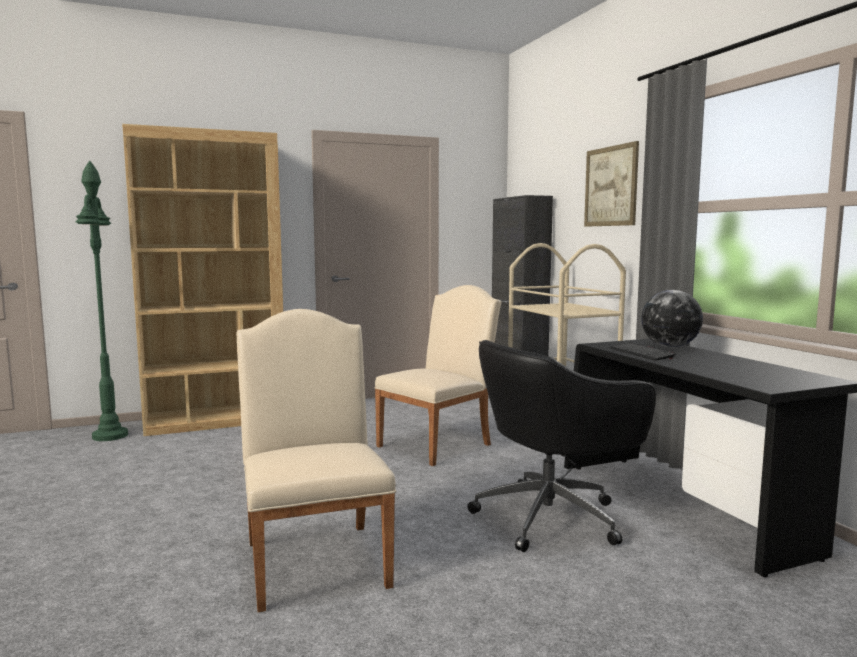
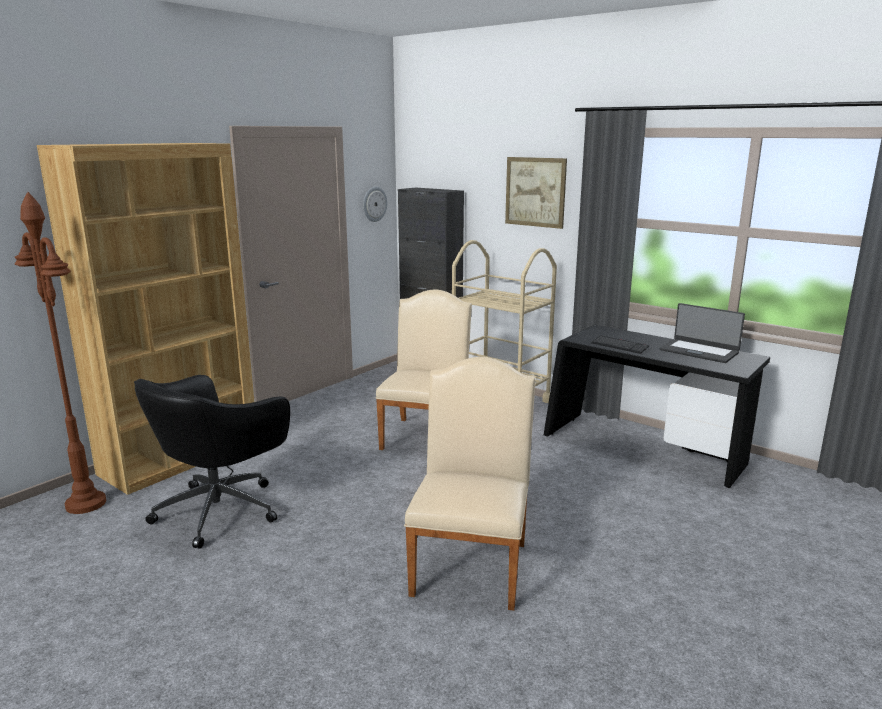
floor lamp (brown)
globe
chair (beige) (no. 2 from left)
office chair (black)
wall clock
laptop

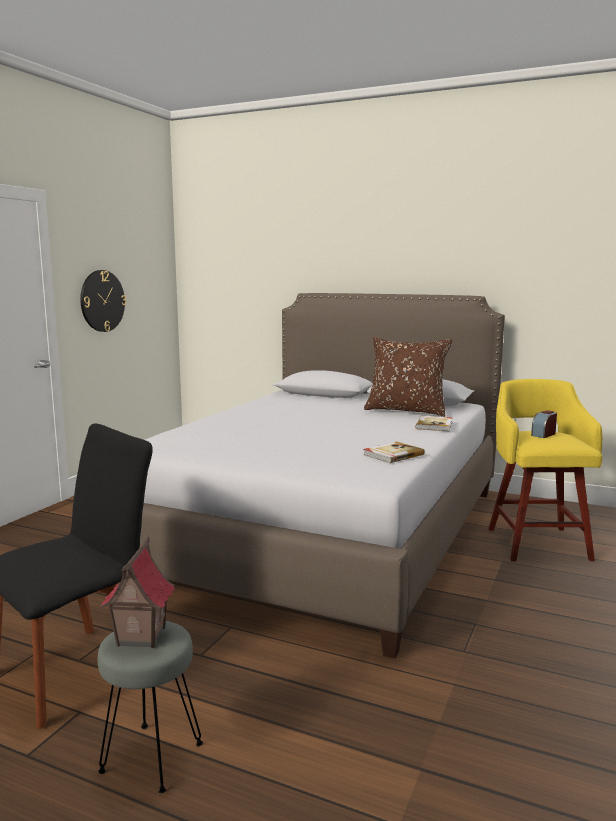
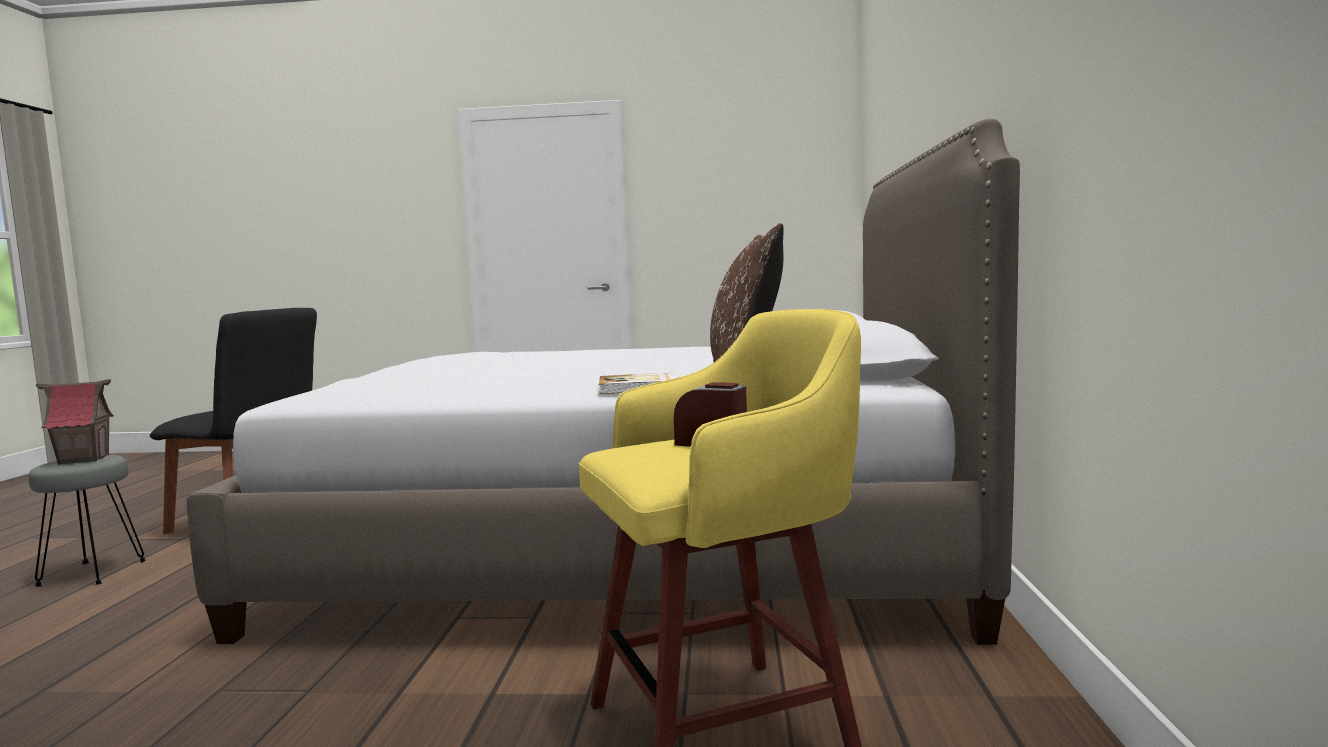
wall clock
book (no. 1 from left in the first image)

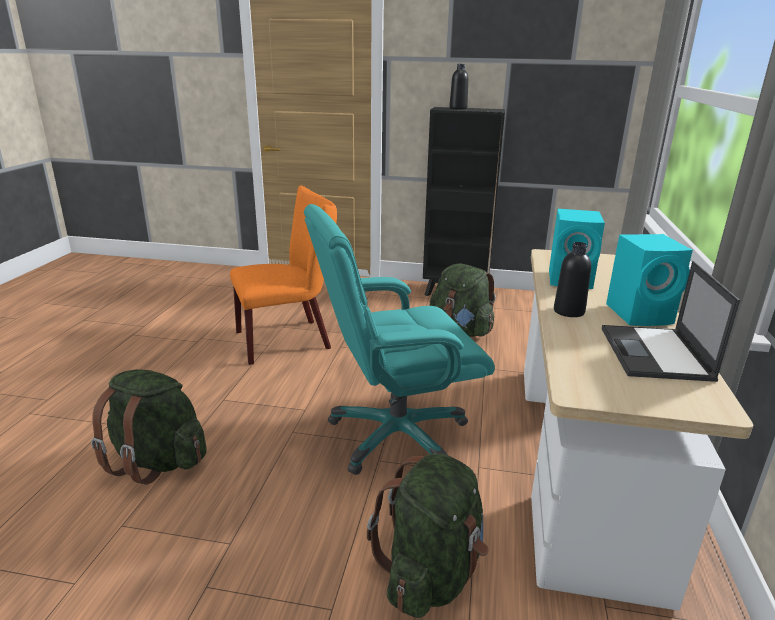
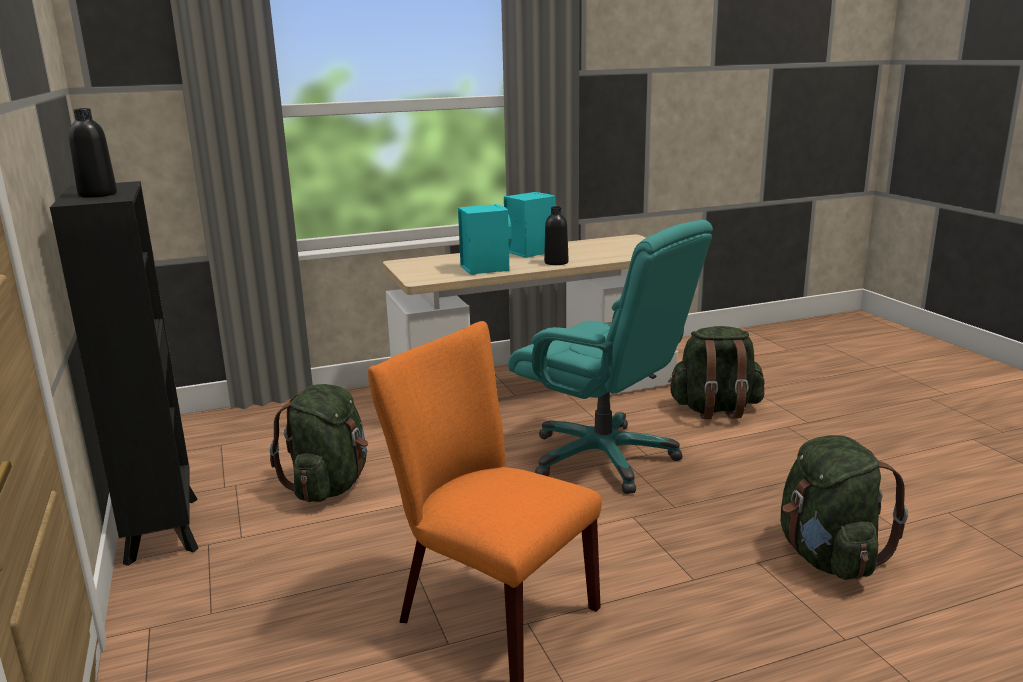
laptop

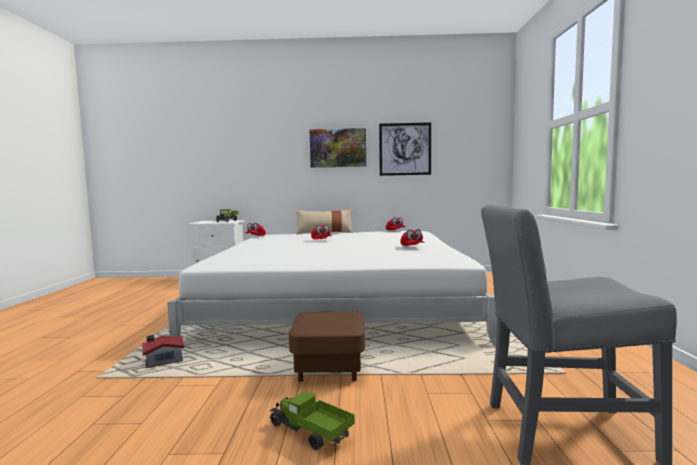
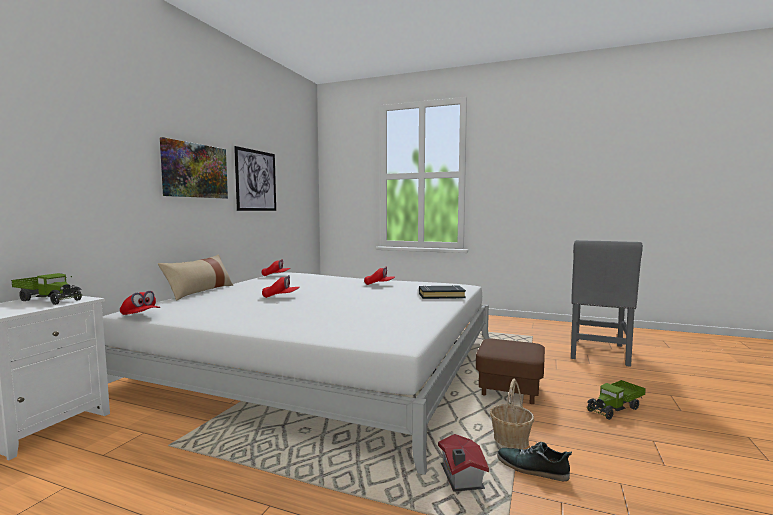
book (black)
basket
shoe

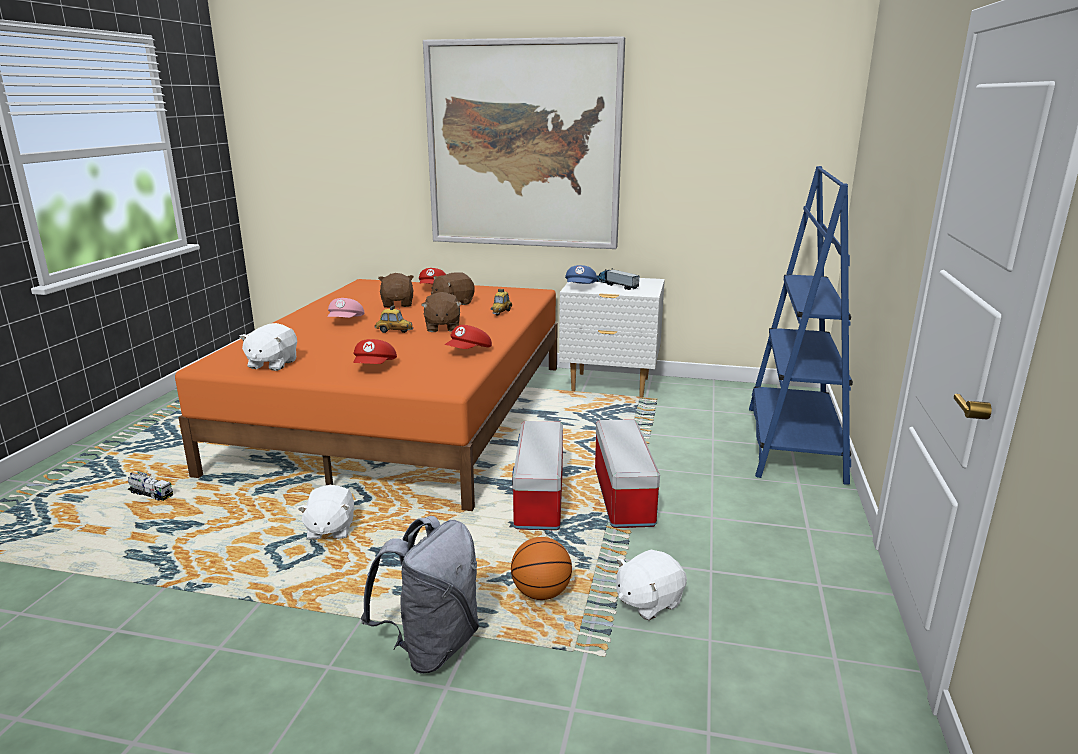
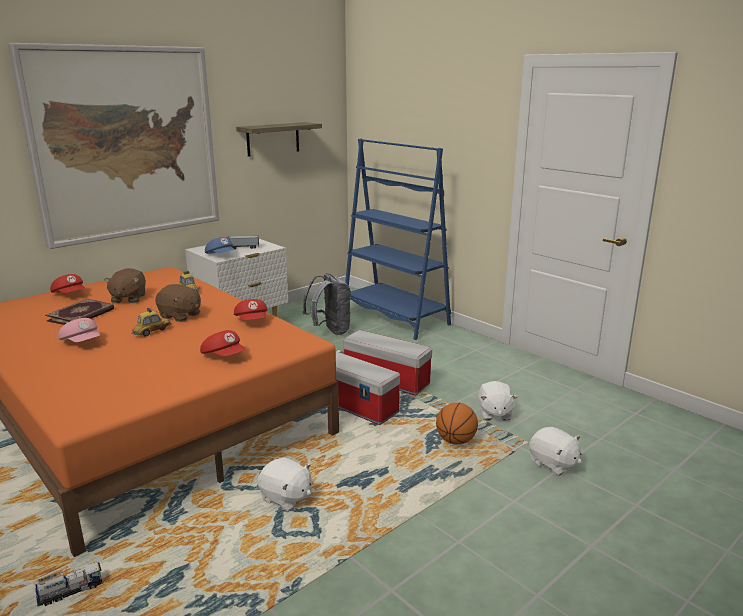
book
plush toy (white) (no. 3 from left)
backpack (grey)
shelf

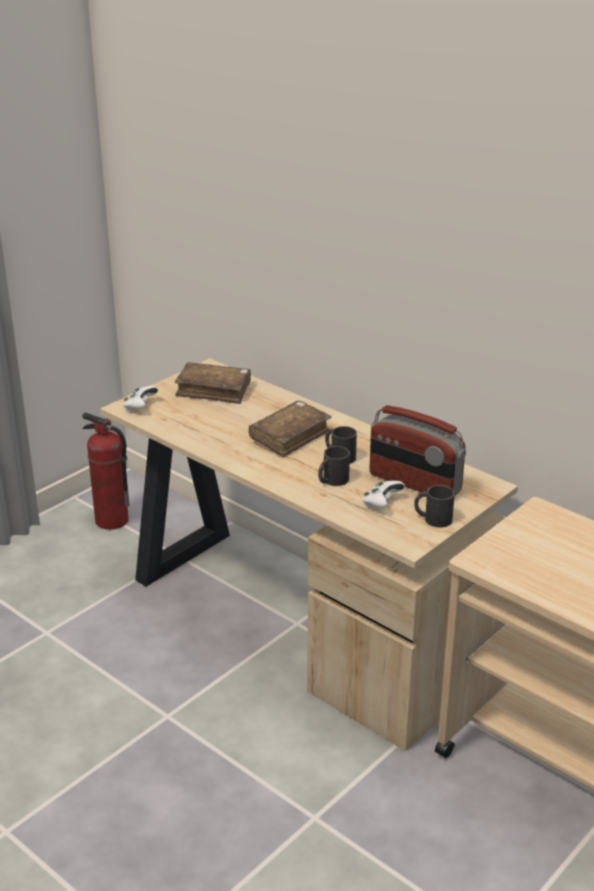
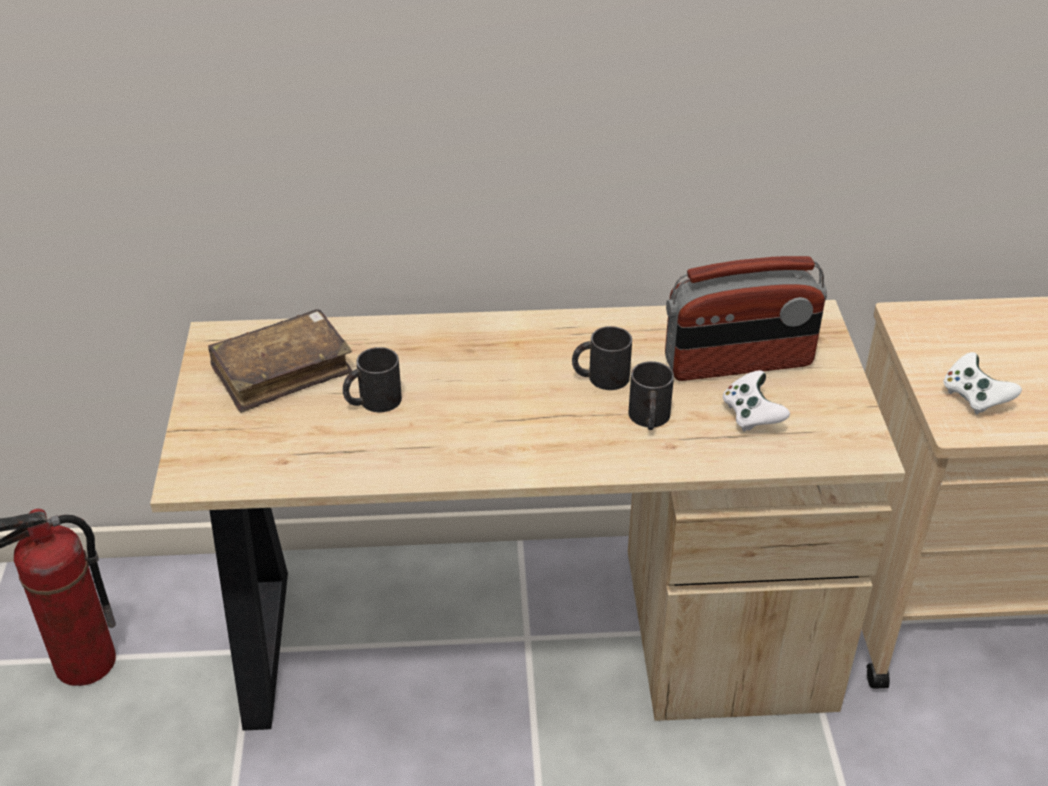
game controller (white) (no. 2 from left)
book (brown) (no. 2 from left in the first image)
mug (black) (no. 1 from left)

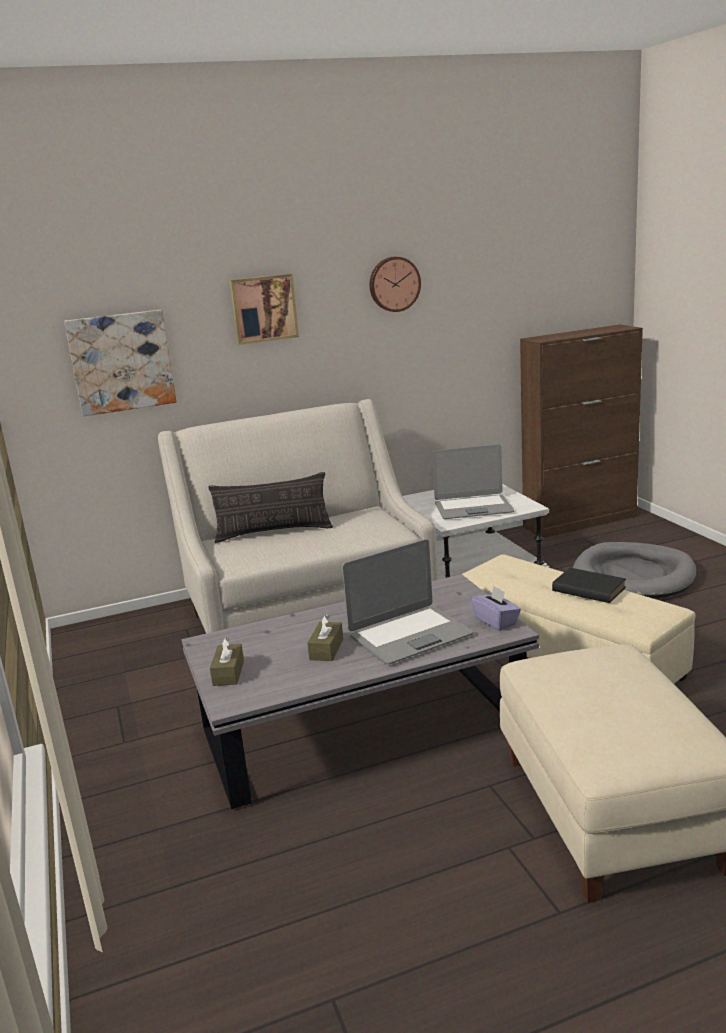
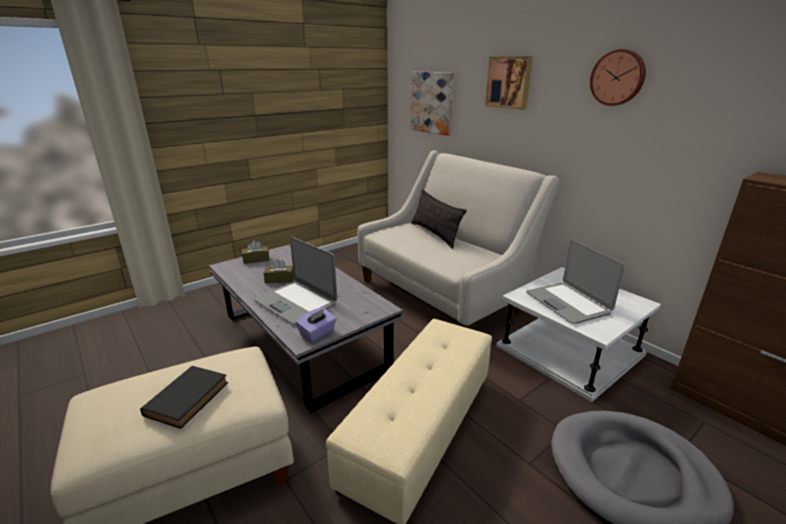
book (black)

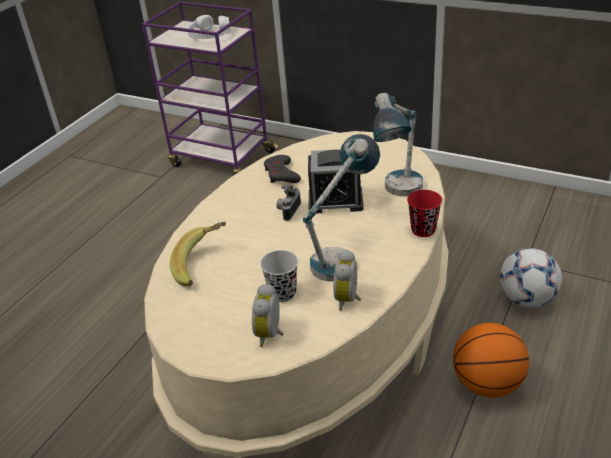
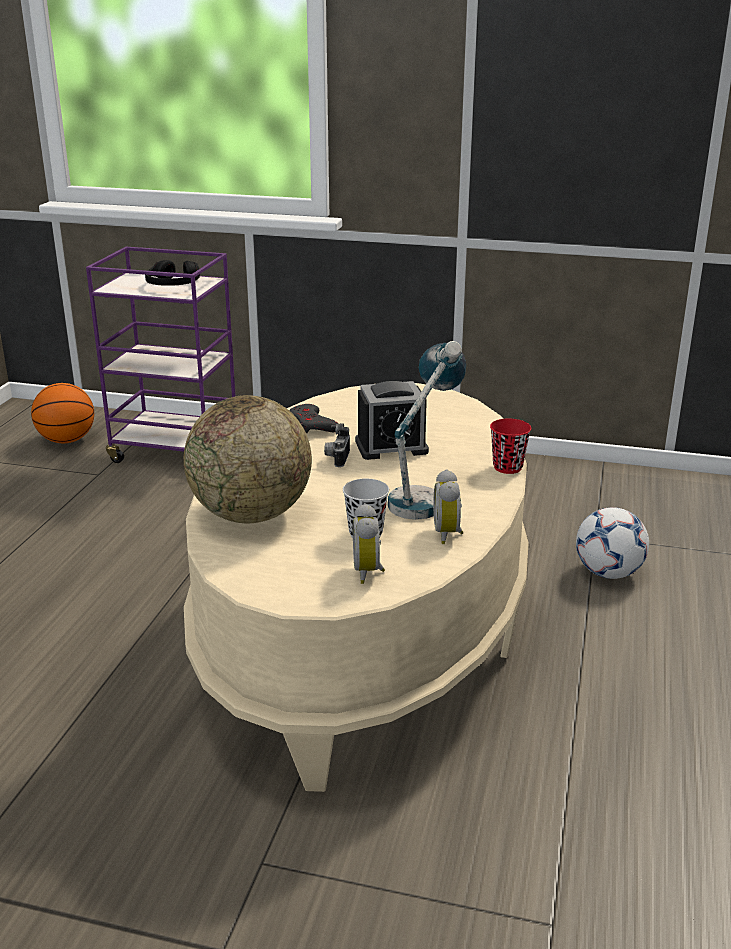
headphones (black)
table lamp (no. 2 from left in the first image)
globe
basketball

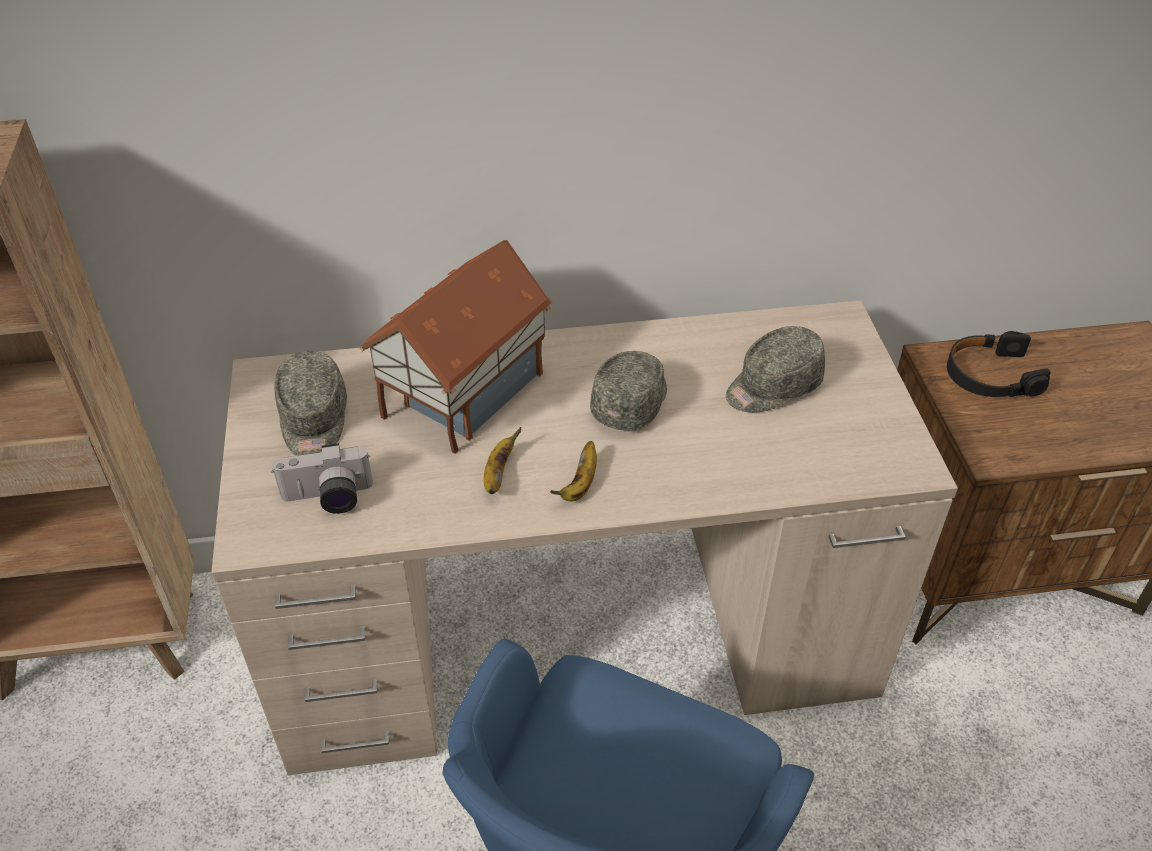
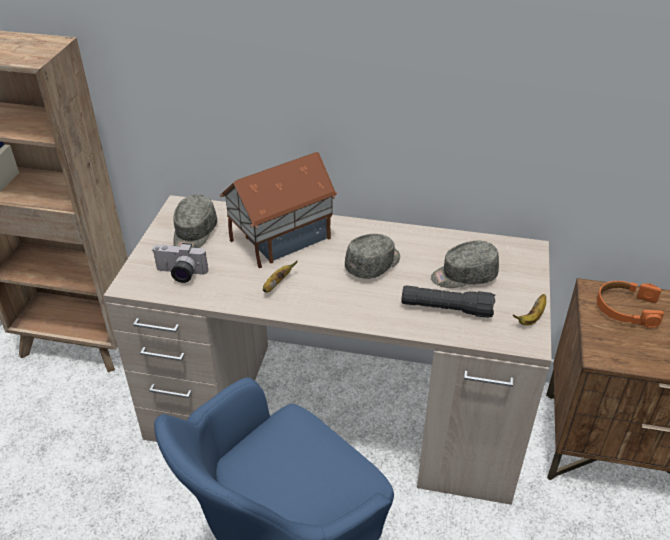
headphones (orange)
banana (no. 2 from left)
flashlight (black)

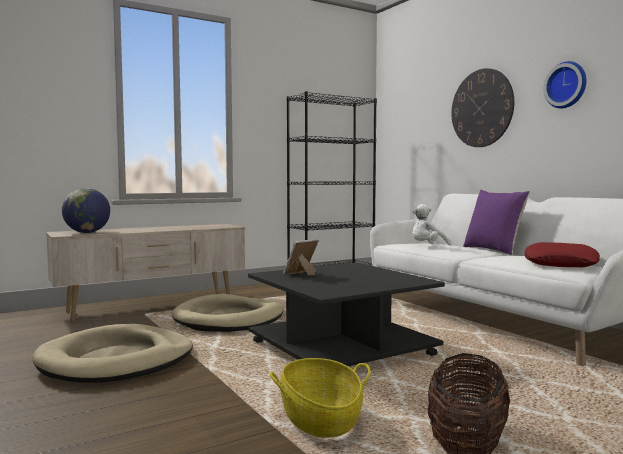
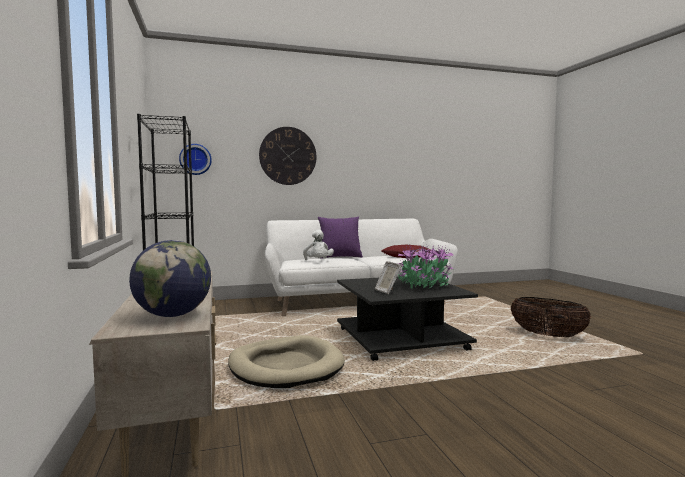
wall clock (no. 1 from left)
dog bed (beige) (no. 1 from left in the first image)
basket (no. 1 from left in the first image)
potted plant

